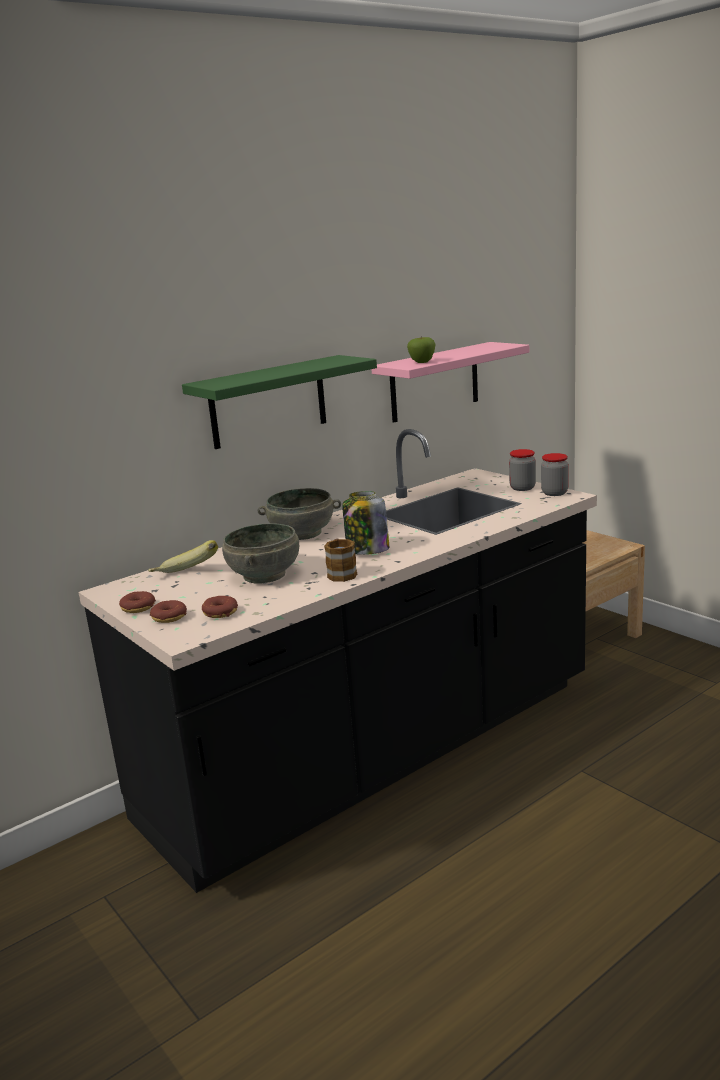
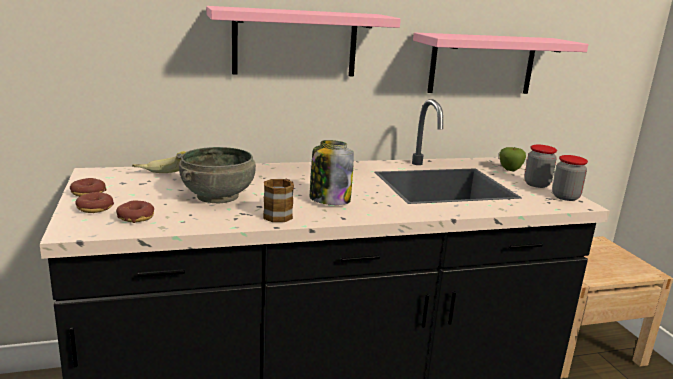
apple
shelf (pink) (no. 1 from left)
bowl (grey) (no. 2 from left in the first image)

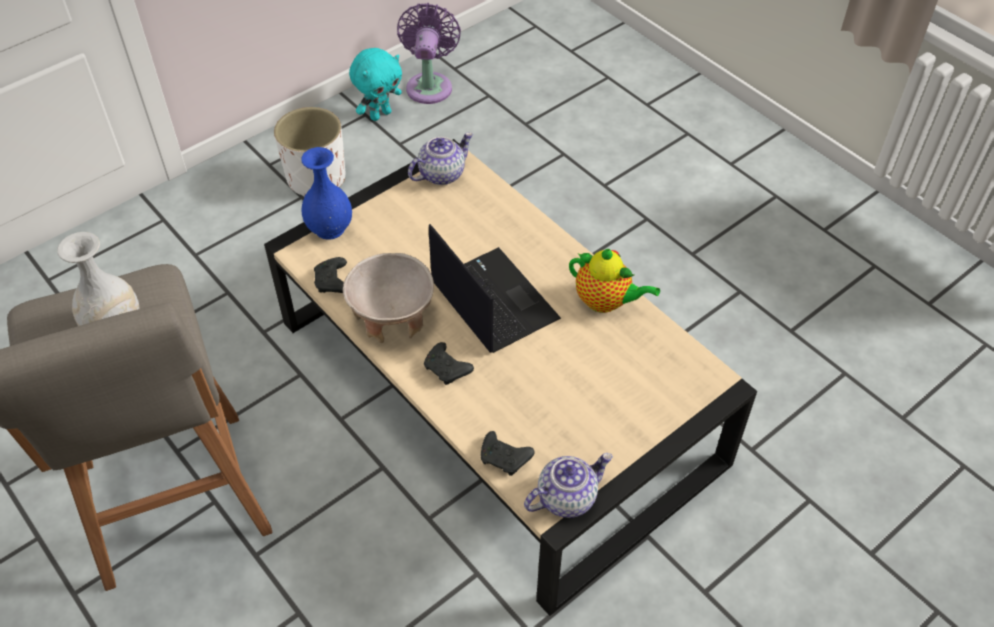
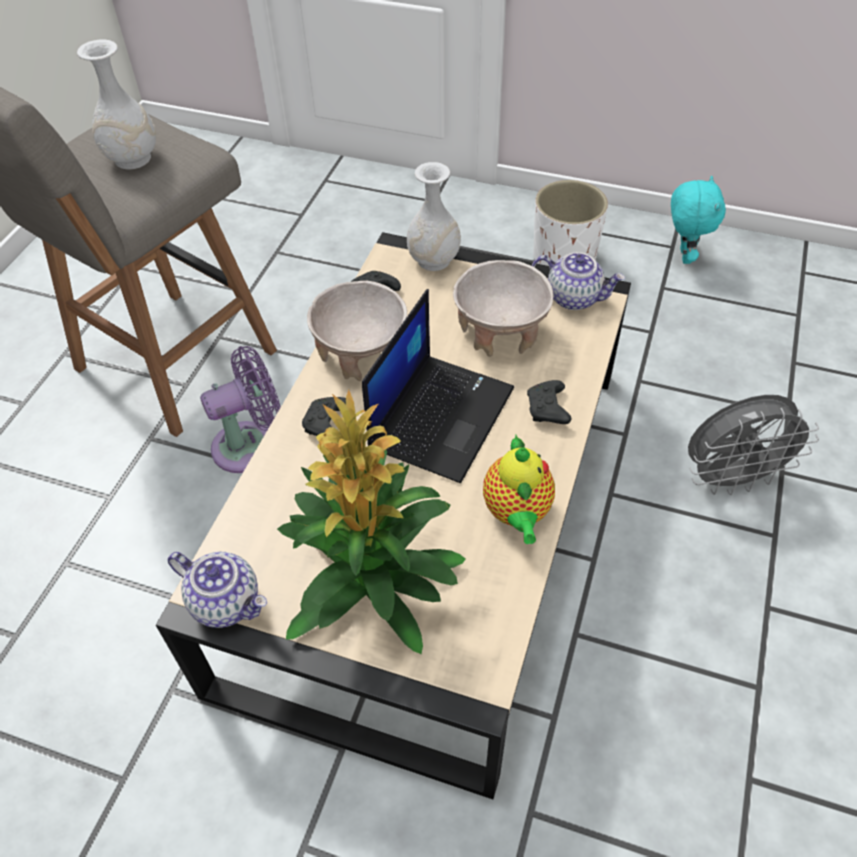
fan (purple)
plush toy (turquoise)
vase (white) (no. 2 from left)
game controller (black) (no. 3 from left)
bowl (beige) (no. 2 from left)
potted plant
fan (grey)

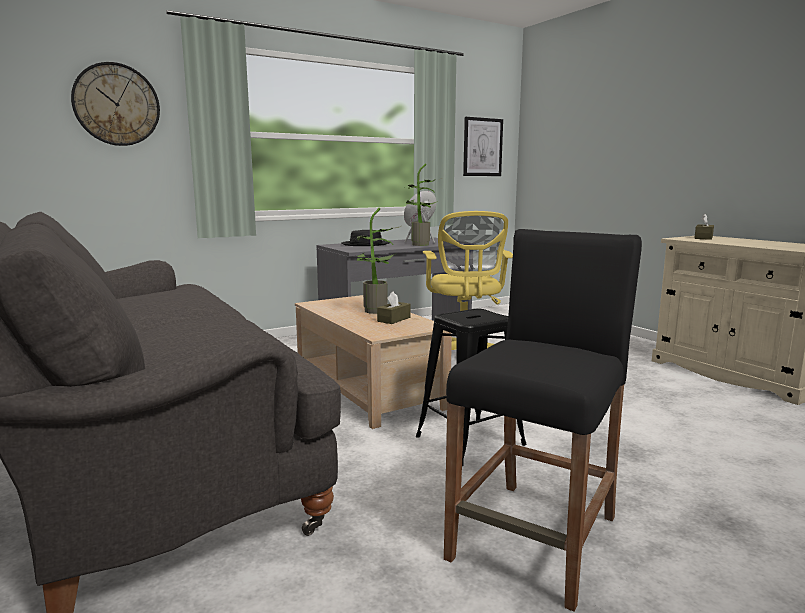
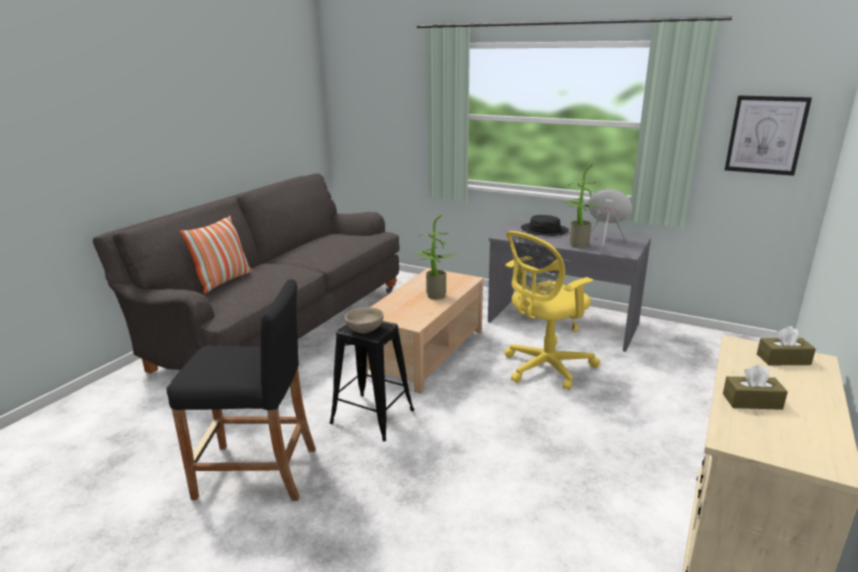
wall clock
tissue box (brown) (no. 1 from left)
pillow
bowl (beige)

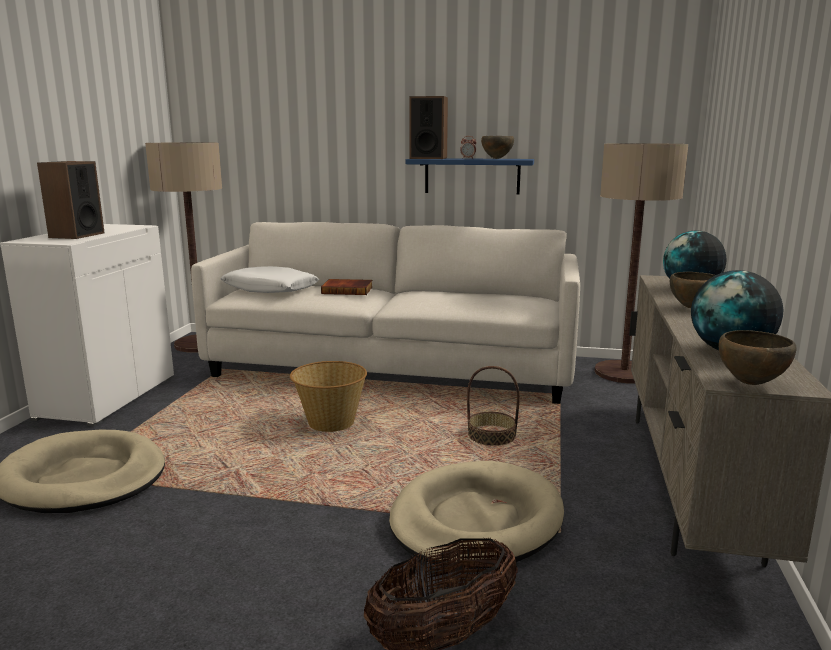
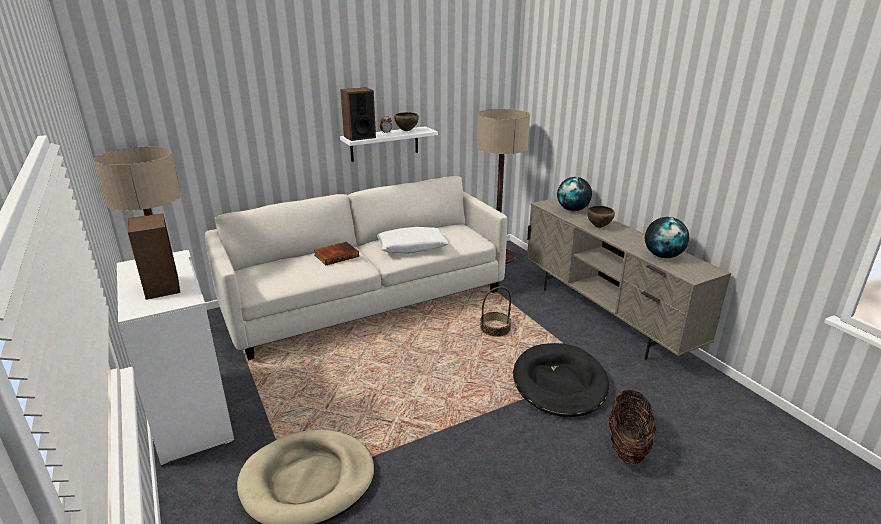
shelf (white)
pillow (white)
bowl (brown) (no. 3 from left in the first image)
basket (no. 1 from left in the first image)
dog bed (black)

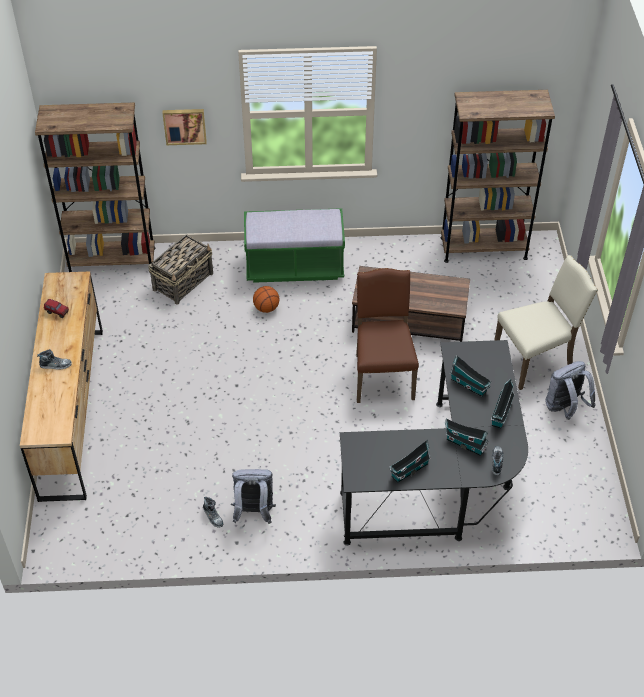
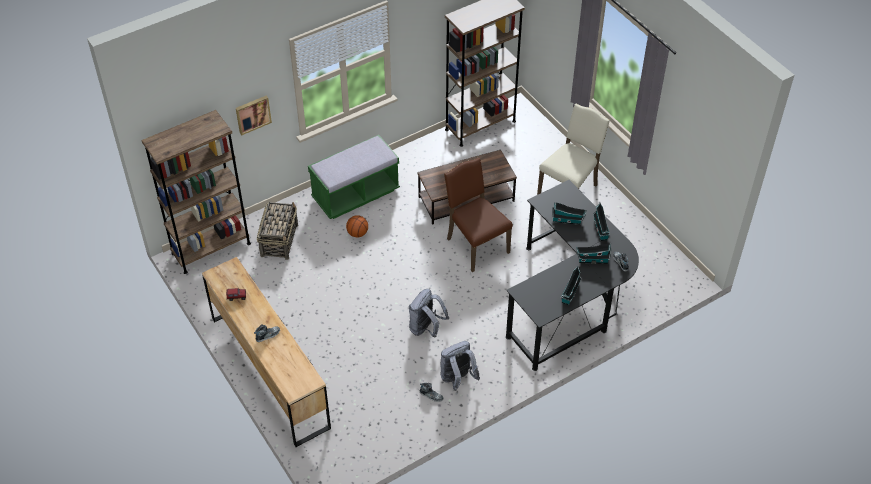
backpack (grey) (no. 1 from left)

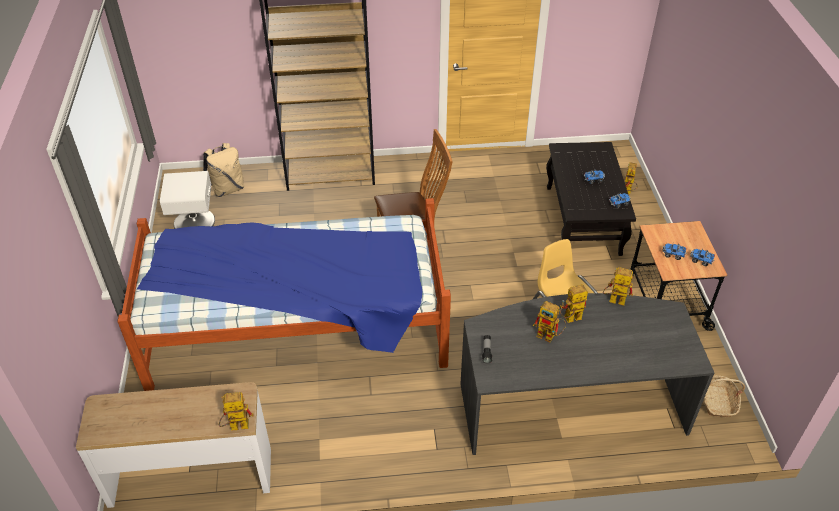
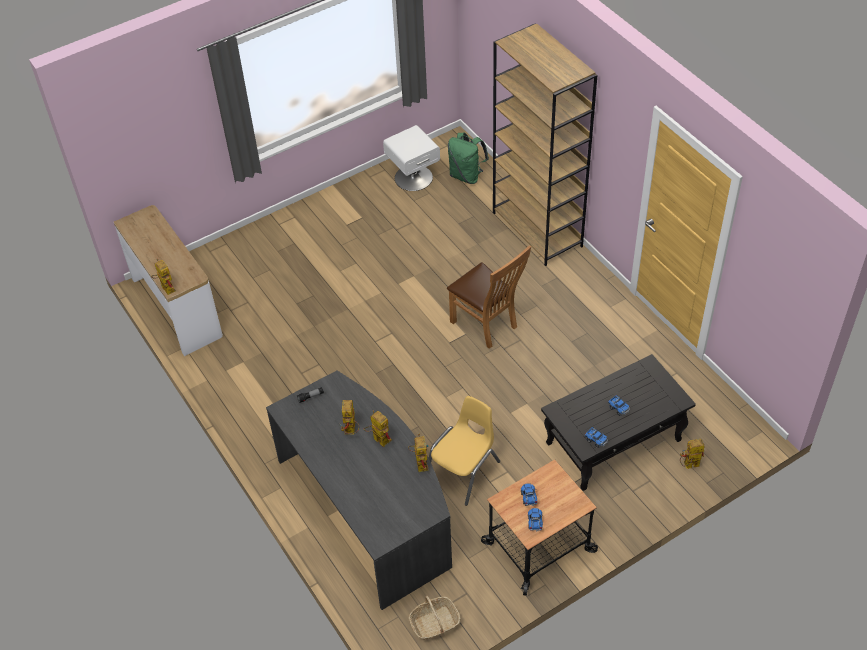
backpack (green)
bed

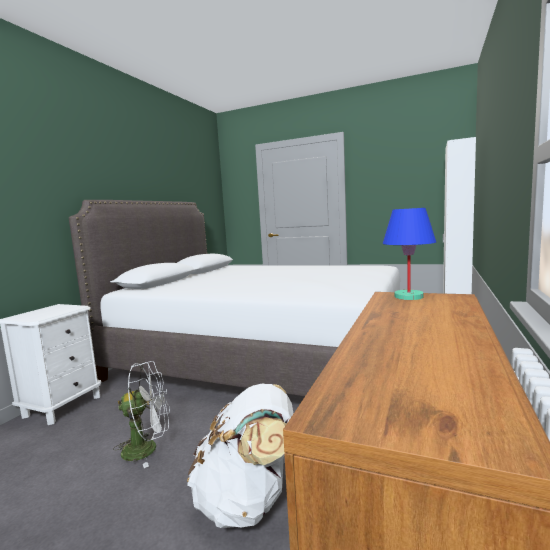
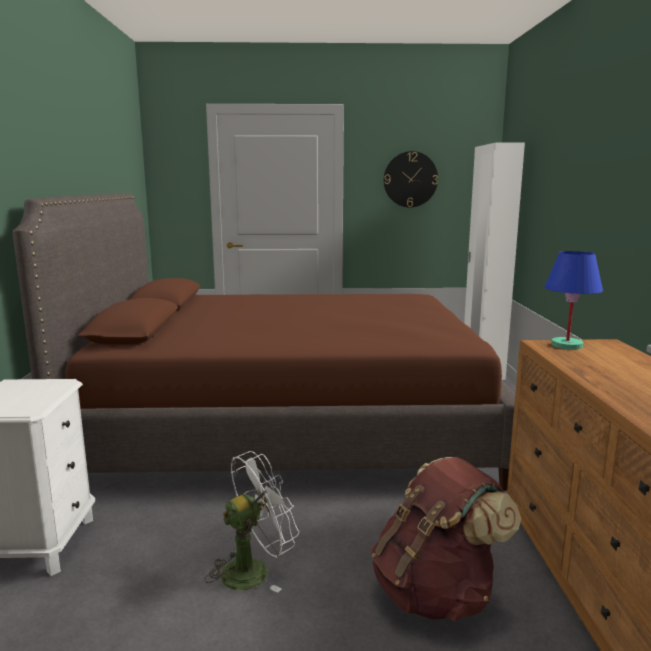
bed (brown)
backpack (brown)
wall clock

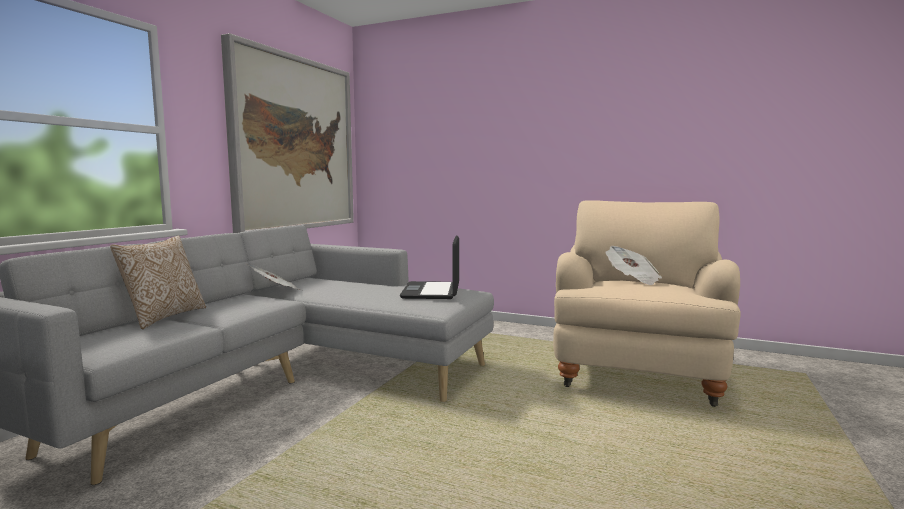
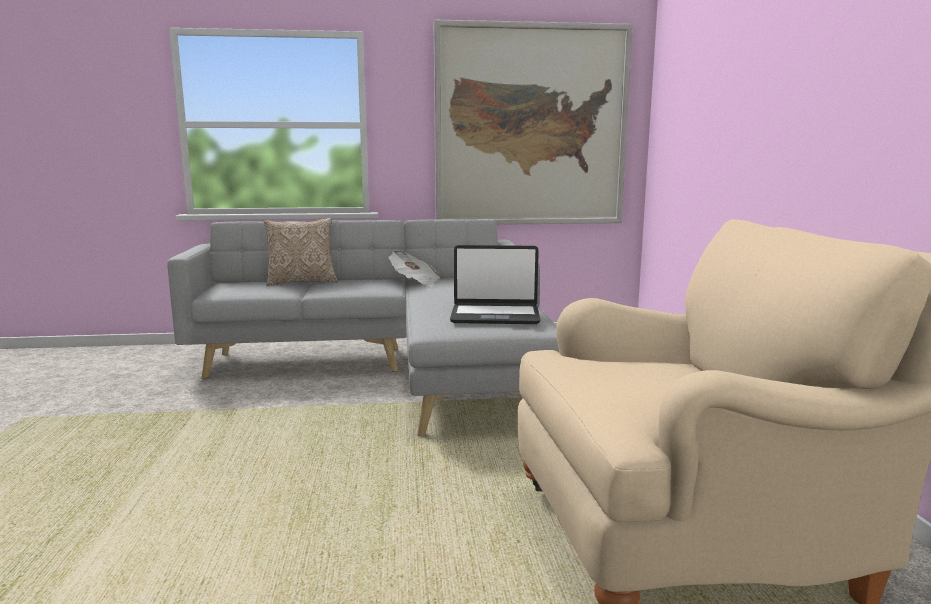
laptop
newspaper (no. 2 from left in the first image)

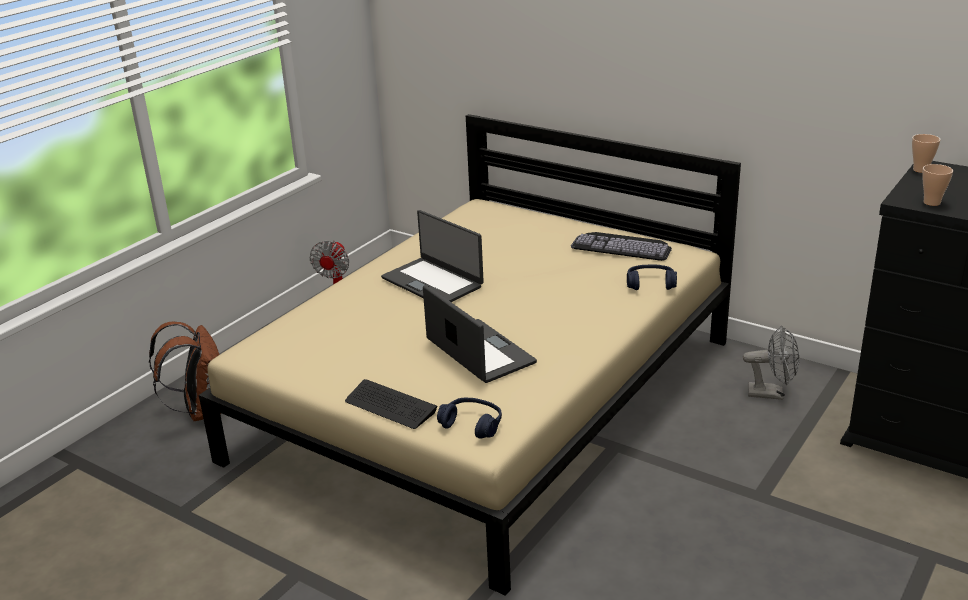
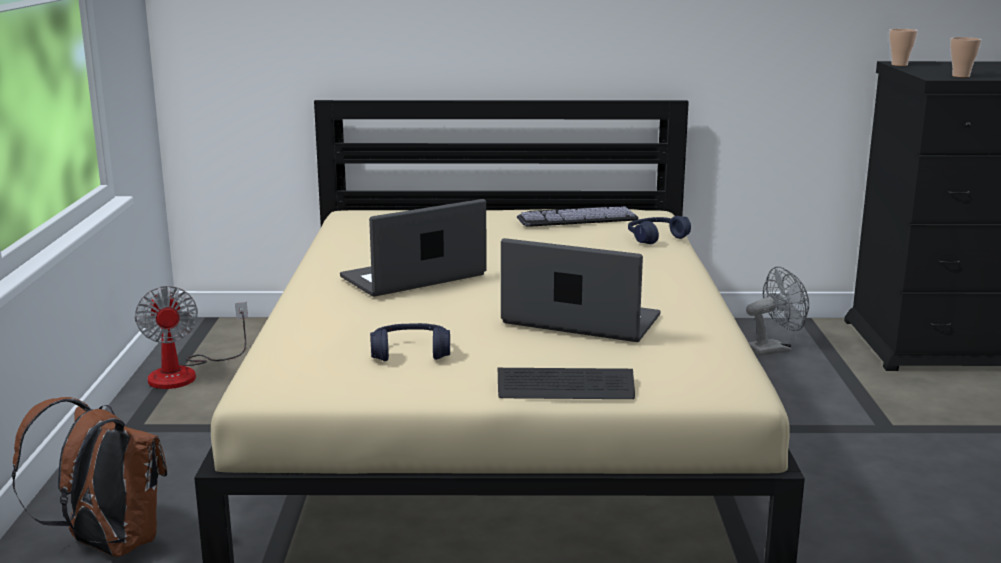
laptop (no. 1 from left)
headphones (blue) (no. 1 from left)

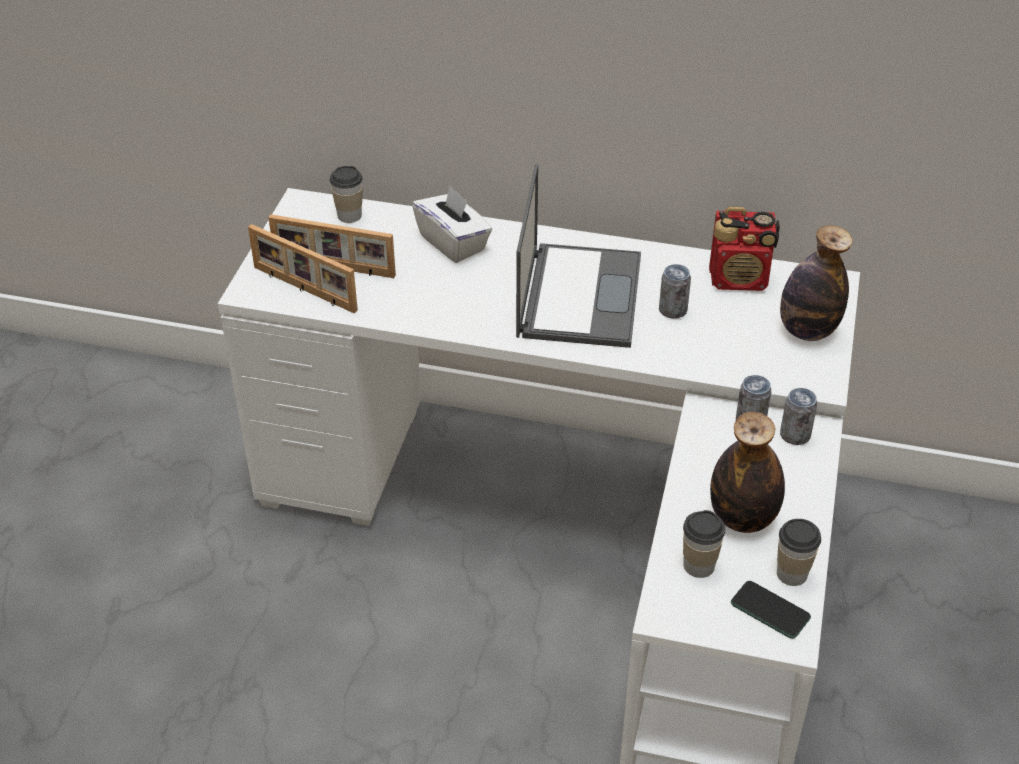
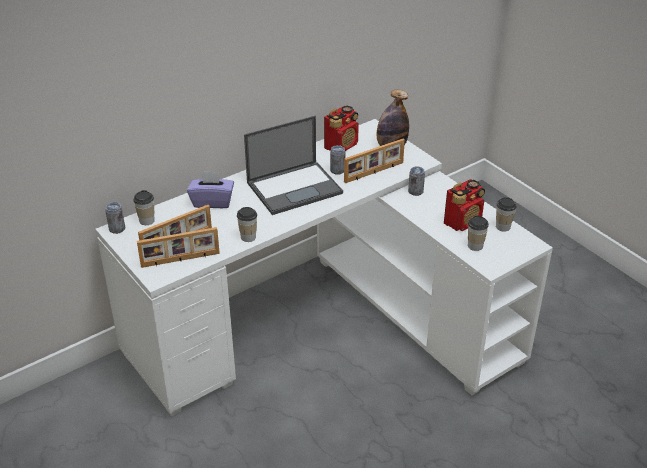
laptop
tissue box (purple)
can (no. 1 from left)
radio (no. 2 from left)
phone
picture frame (no. 3 from left)
cup (no. 2 from left)

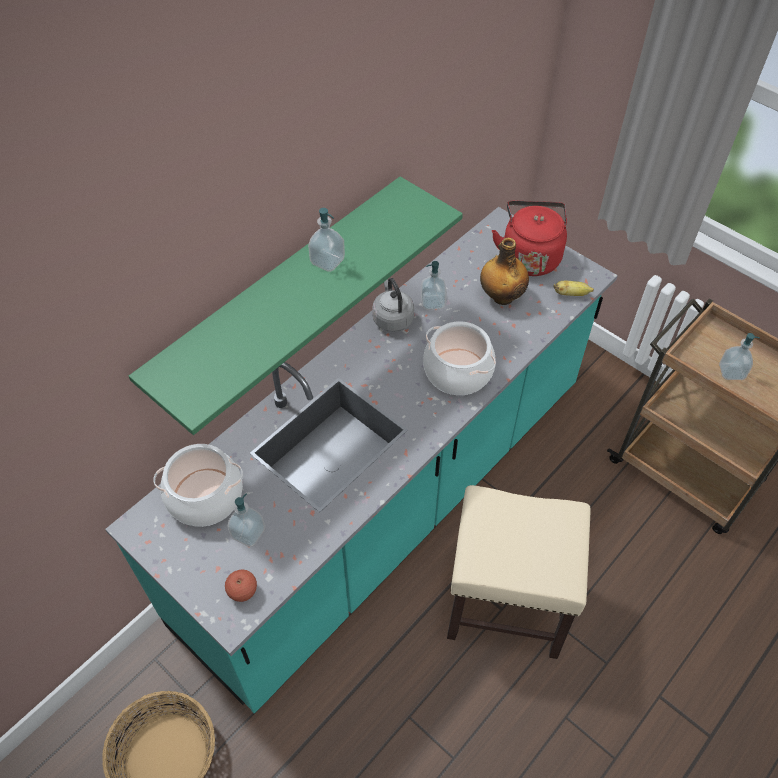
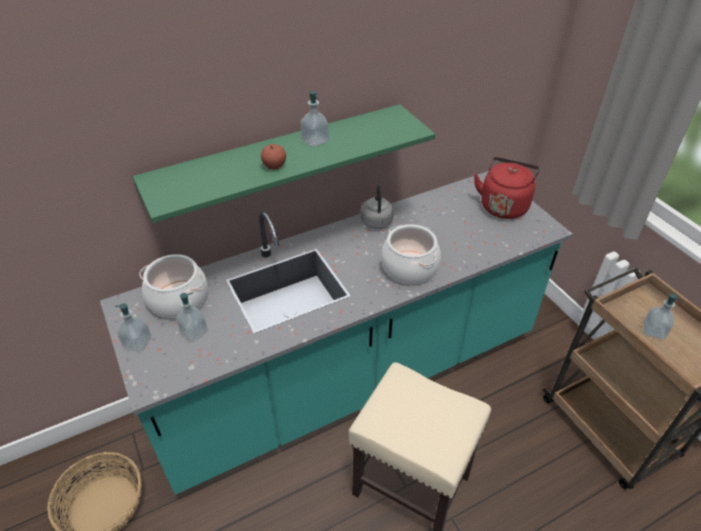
bottle
soap dispenser (no. 1 from left)
banana
apple

